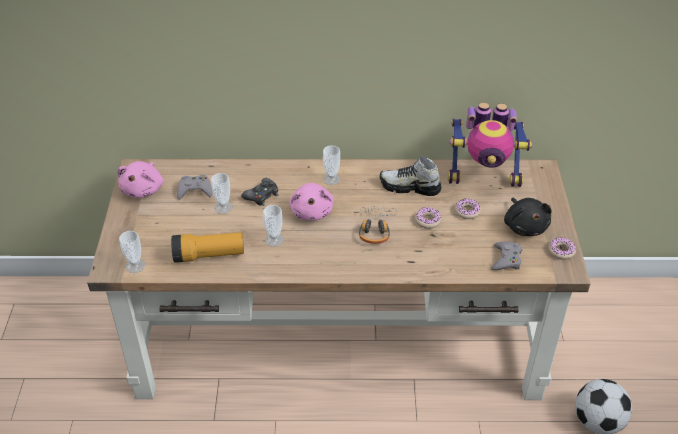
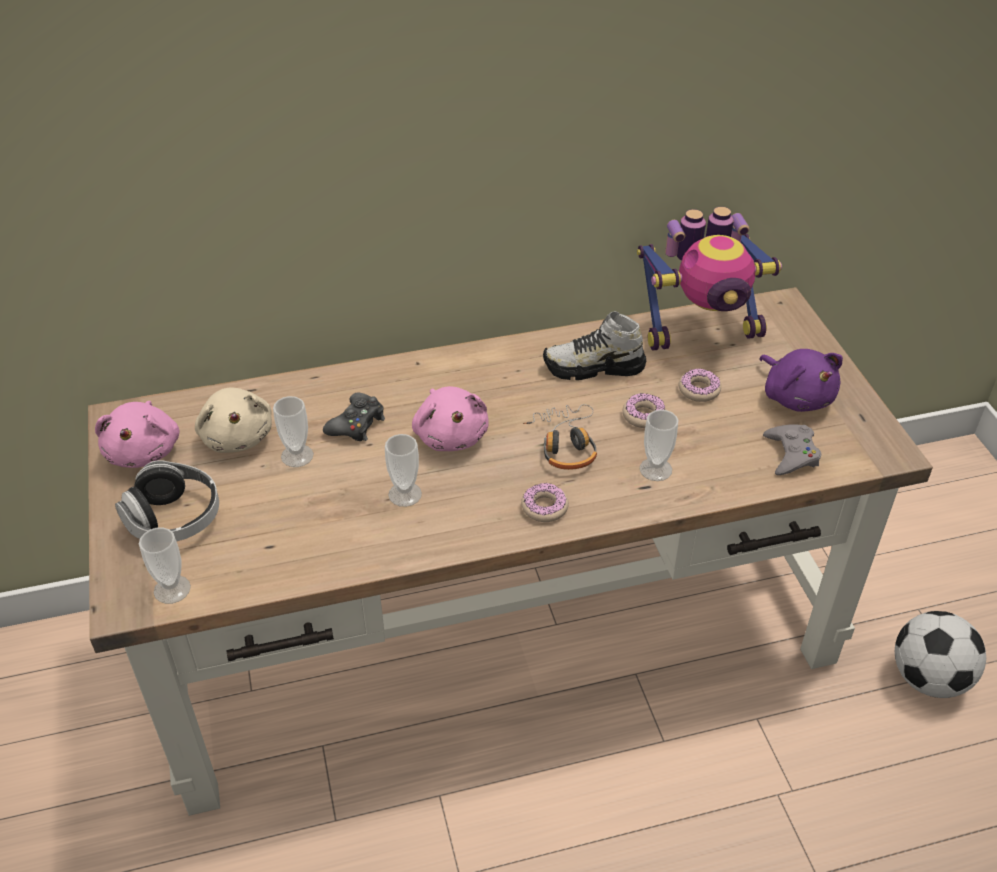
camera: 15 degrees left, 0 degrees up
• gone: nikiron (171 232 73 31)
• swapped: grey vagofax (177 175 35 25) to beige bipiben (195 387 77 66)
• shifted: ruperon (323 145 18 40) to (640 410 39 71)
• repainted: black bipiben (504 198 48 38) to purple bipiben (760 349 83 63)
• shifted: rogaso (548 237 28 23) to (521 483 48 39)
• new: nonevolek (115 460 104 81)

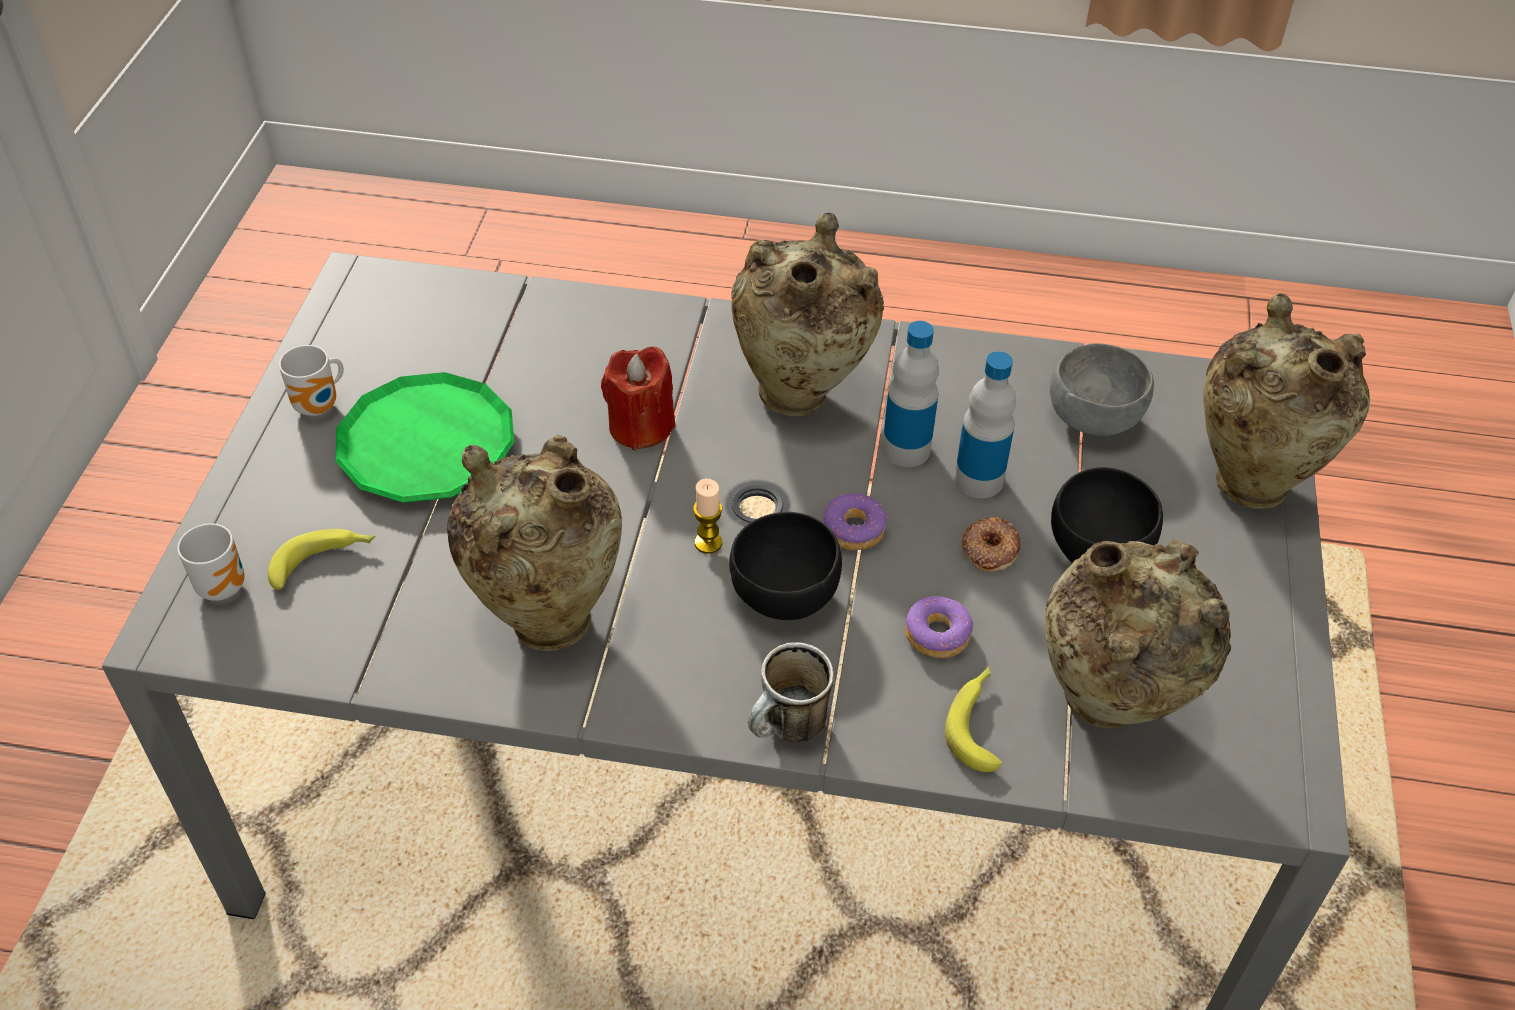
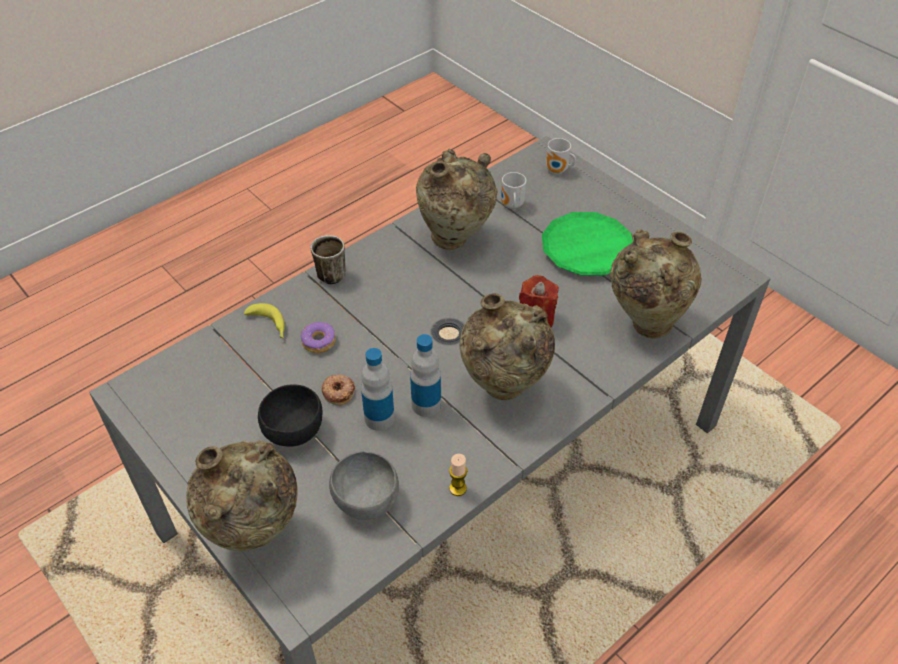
camera: 130 degrees right, 0 degrees up
• gone: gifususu (268 529 107 61)
• shifted: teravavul (279 345 65 71) to (501 172 25 37)
• shifted: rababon (693 479 29 75) to (449 454 18 42)
• gone: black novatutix (729 512 113 108)
• gone: rogaso (824 493 64 57)
• shifted: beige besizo (1045 539 186 189) to (610 229 92 110)

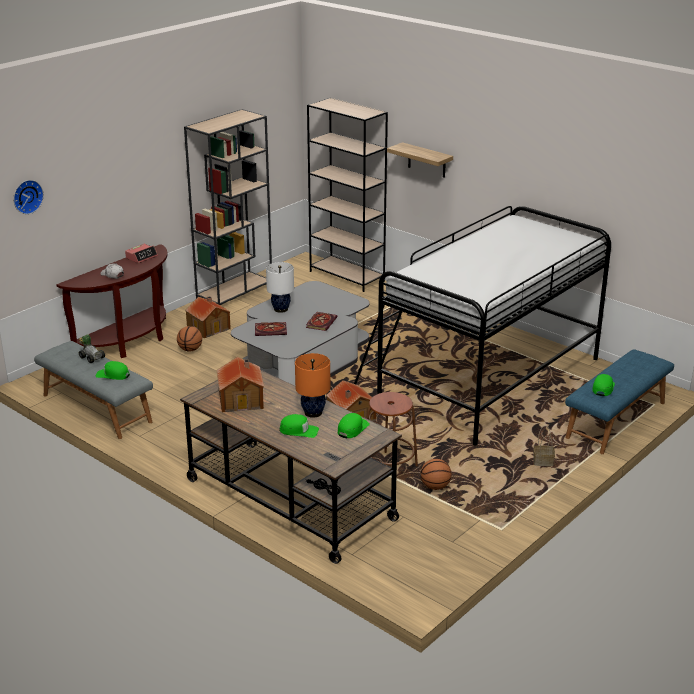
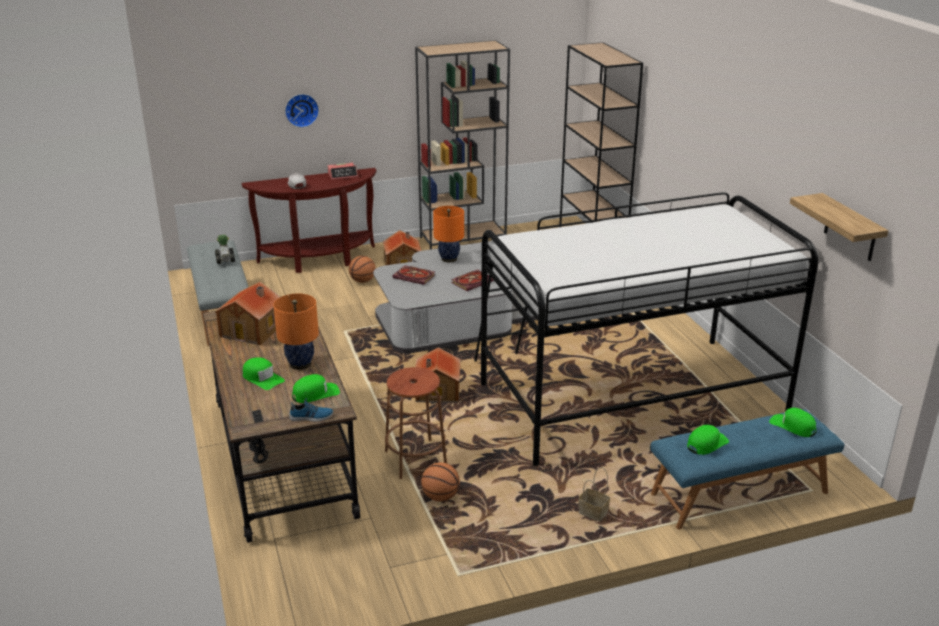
camera: 30 degrees right, 0 degrees up
• shifted: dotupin (13 180 31 34) to (285 94 34 33)
• shifted: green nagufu (96 361 34 19) to (769 408 47 29)
• repainted: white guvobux (266 262 28 51) to orange guvobux (433 206 31 56)
• shifted: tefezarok (387 142 66 36) to (790 193 98 68)
• new: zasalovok (289 398 44 24)

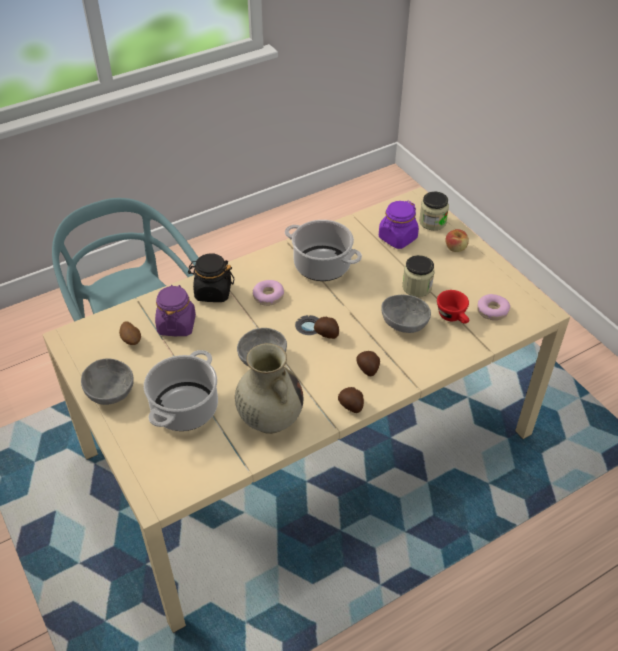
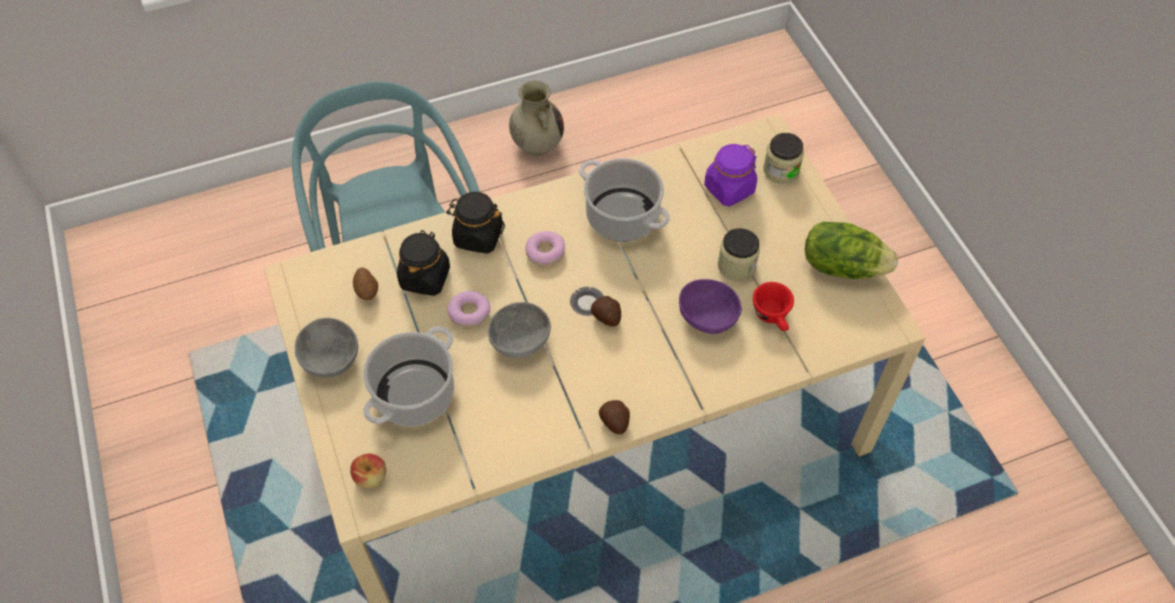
camera: 10 degrees right, 10 degrees up
• repainted: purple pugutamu (155 285 41 51) to black pugutamu (397 230 53 66)
• shifted: beige besizo (235 343 68 91) to (509 80 55 76)
• gone: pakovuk (356 351 24 25)
• repainted: grey novatutix (381 295 50 38) to purple novatutix (679 279 63 55)
• shifted: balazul (446 229 23 23) to (350 453 36 36)
• shifted: rogaso (477 294 33 26) to (447 291 43 37)
• new: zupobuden (805 221 93 58)

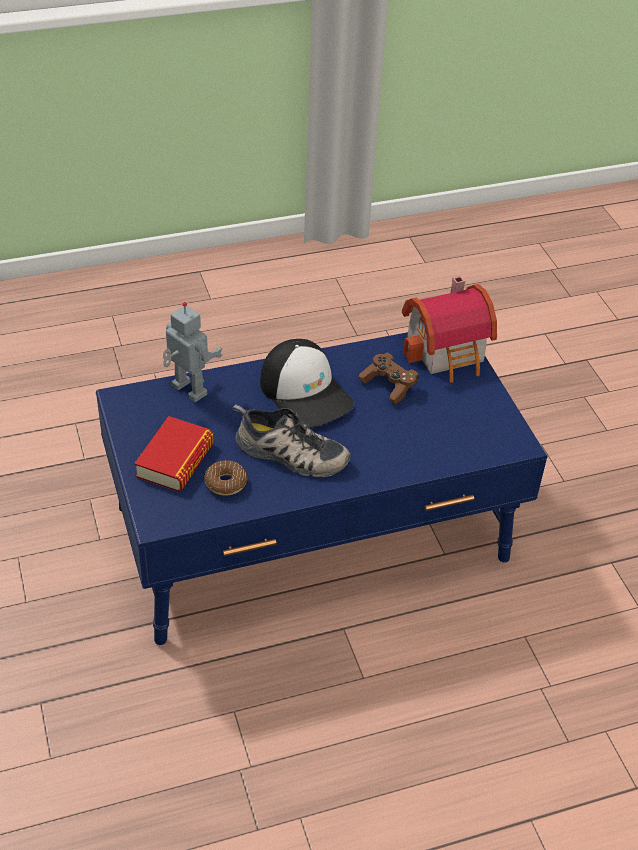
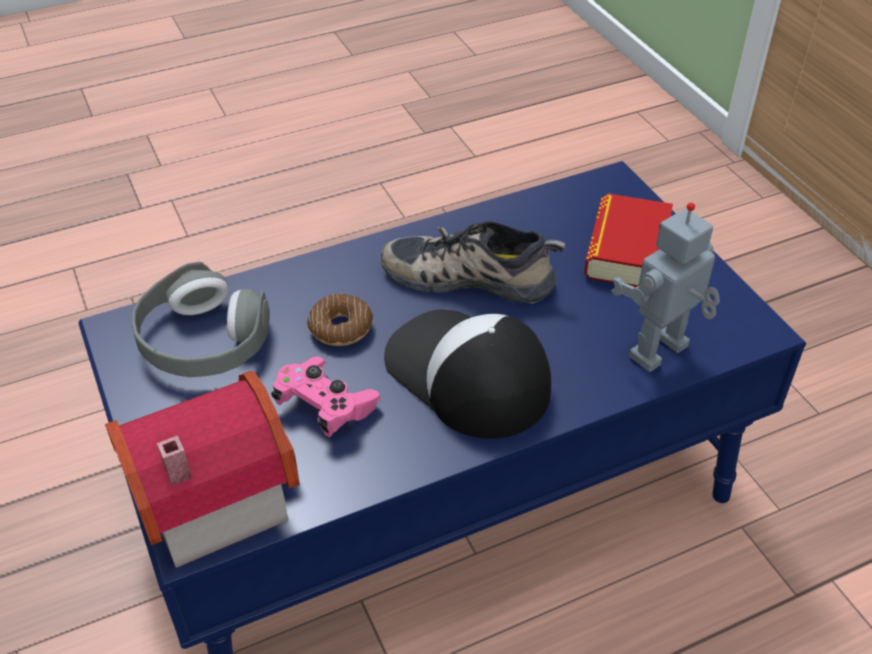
camera: 175 degrees right, 0 degrees up
• rotated: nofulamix (163 302 59 100) = (611 203 108 169) 105 degrees clockwise
• shifted: rogaso (204 460 44 36) to (307 294 66 52)
• repainted: brown vagofax (358 353 61 51) to pink vagofax (271 356 110 81)
• new: grey nonevolek (132 262 138 115)

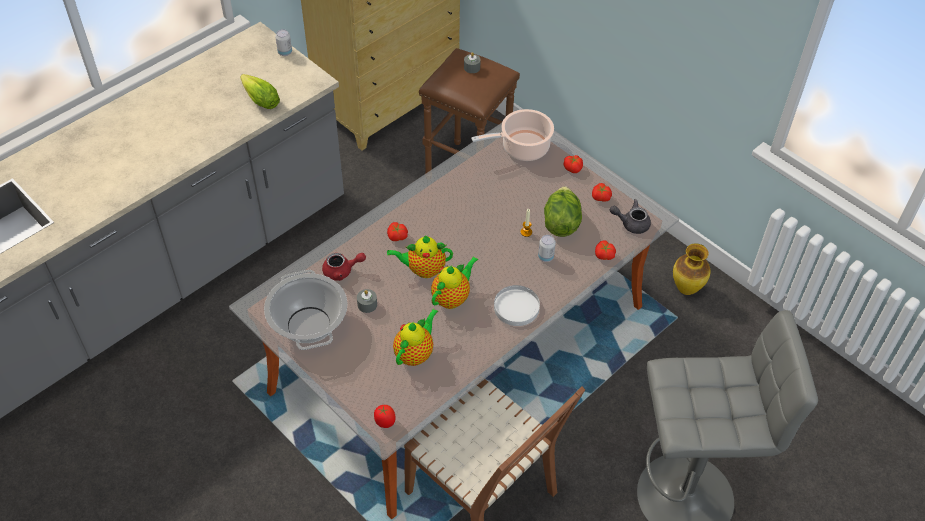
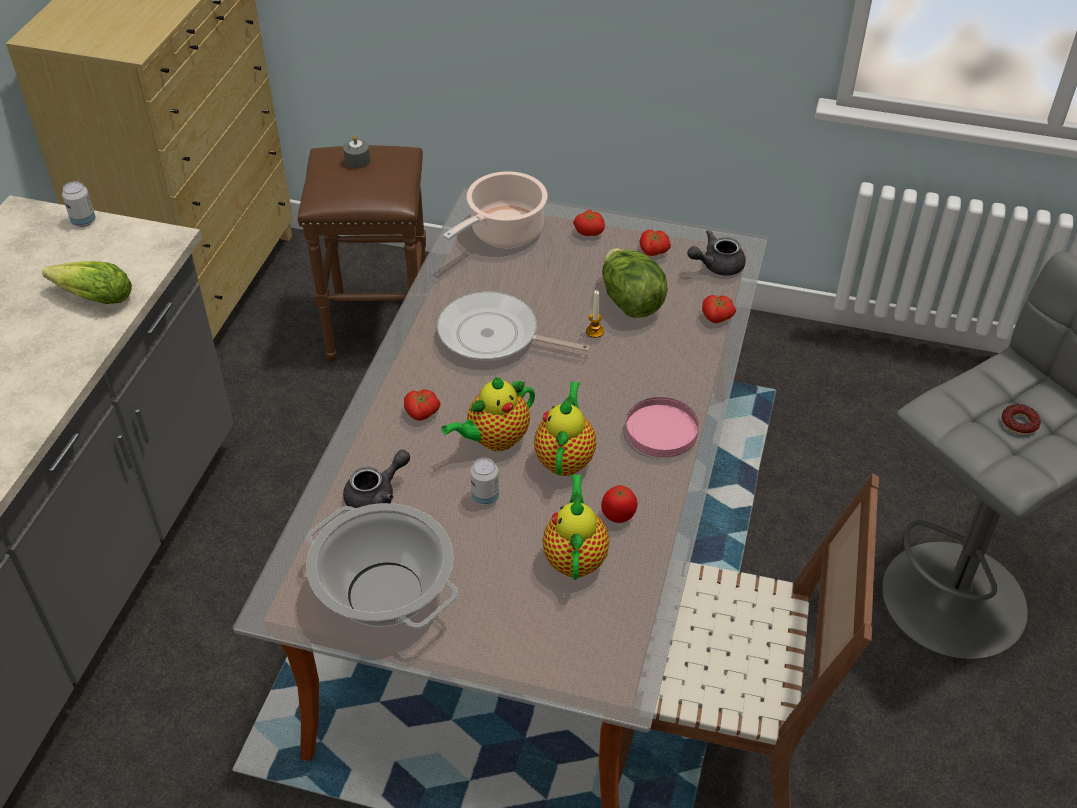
camera: 30 degrees left, 5 degrees down
• repainted: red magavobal (322 253 44 28) to grey magavobal (343 450 67 58)
• gone: grey rababon (357 289 20 24)
• shifted: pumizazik (374 405 22 23) to (601 485 37 38)
• repainted: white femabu (494 285 46 41) to pink femabu (626 397 73 61)
• shifted: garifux (538 235 18 27) to (470 458 29 47)
• gone: besizo (673 243 38 52)
• new: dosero (437 291 153 70)
• new: rogaso (1002 404 39 31)

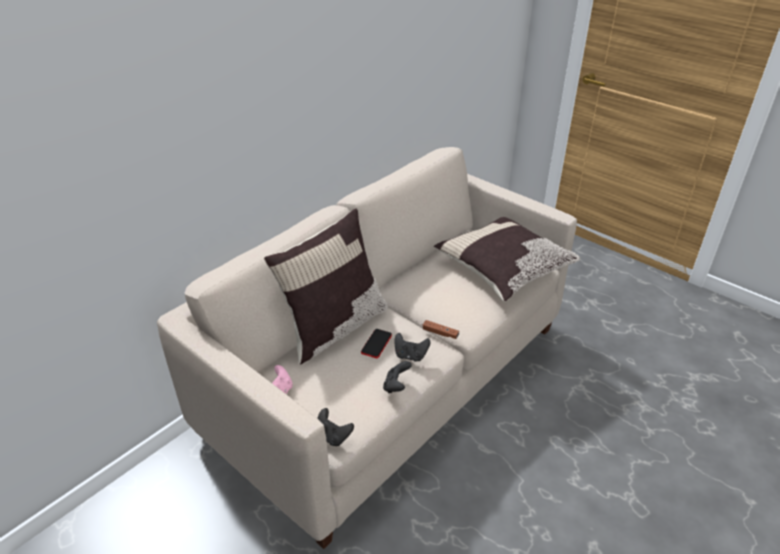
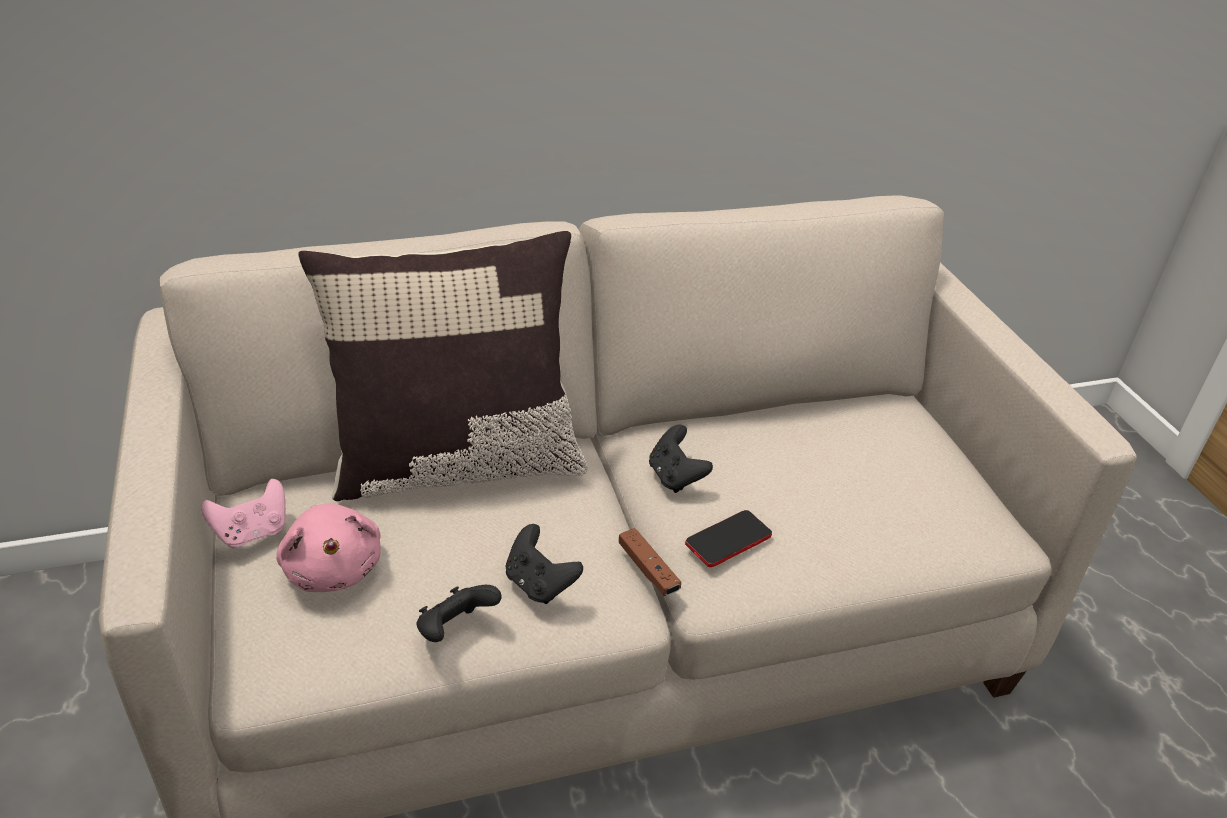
camera: 30 degrees right, 0 degrees up
• shifted: black vagofax (317 408 37 38) to (649 425 64 68)
• shifted: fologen (361 329 31 29) to (685 510 87 57)
• gone: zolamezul (434 217 146 85)
• new: pink bipiben (276 504 104 88)

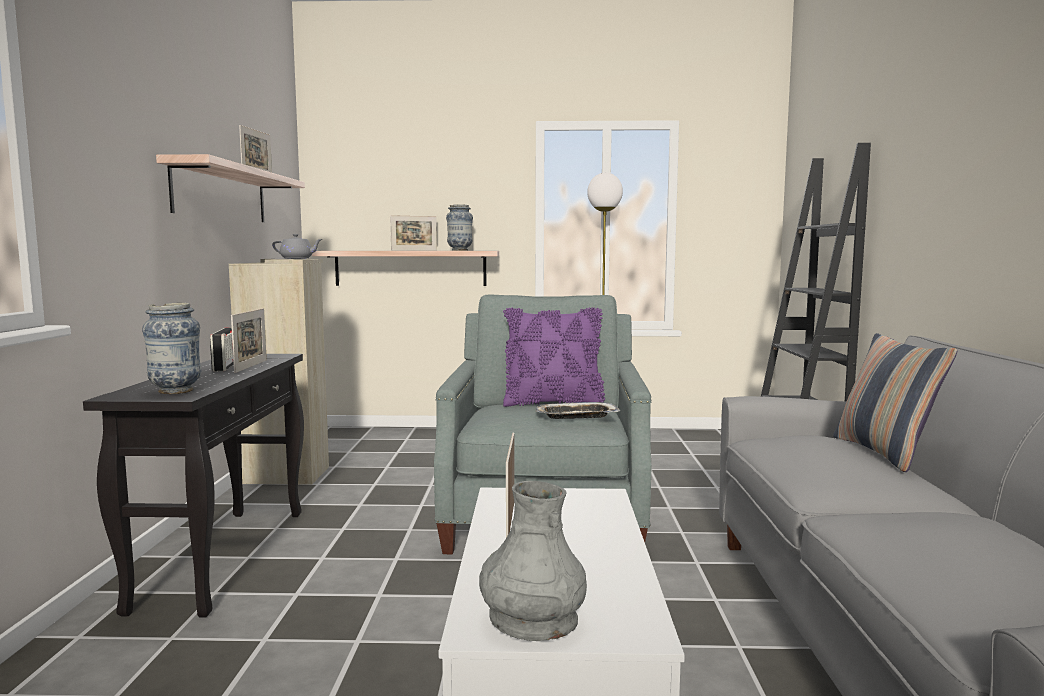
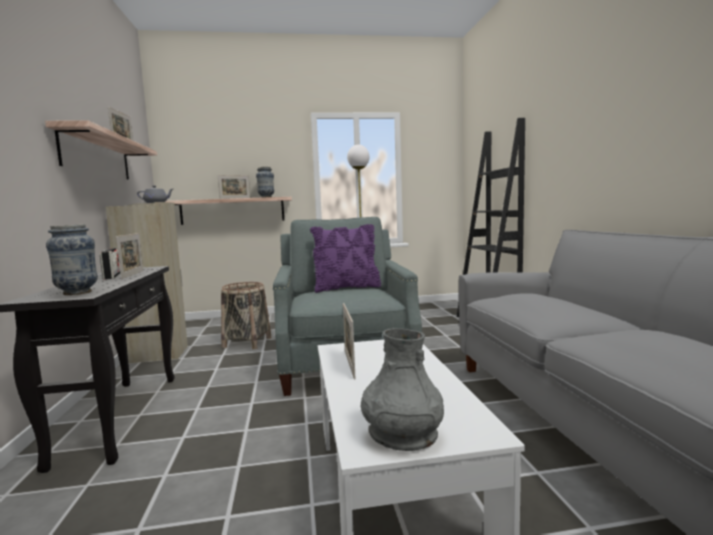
camera: 10 degrees left, 0 degrees up
• gone: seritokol (536 402 84 17)
• gone: zolamezul (833 333 124 139)
• new: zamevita (221 282 50 67)

